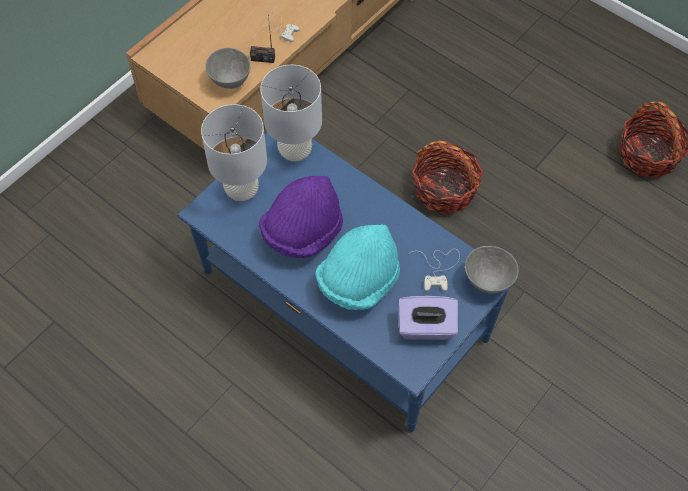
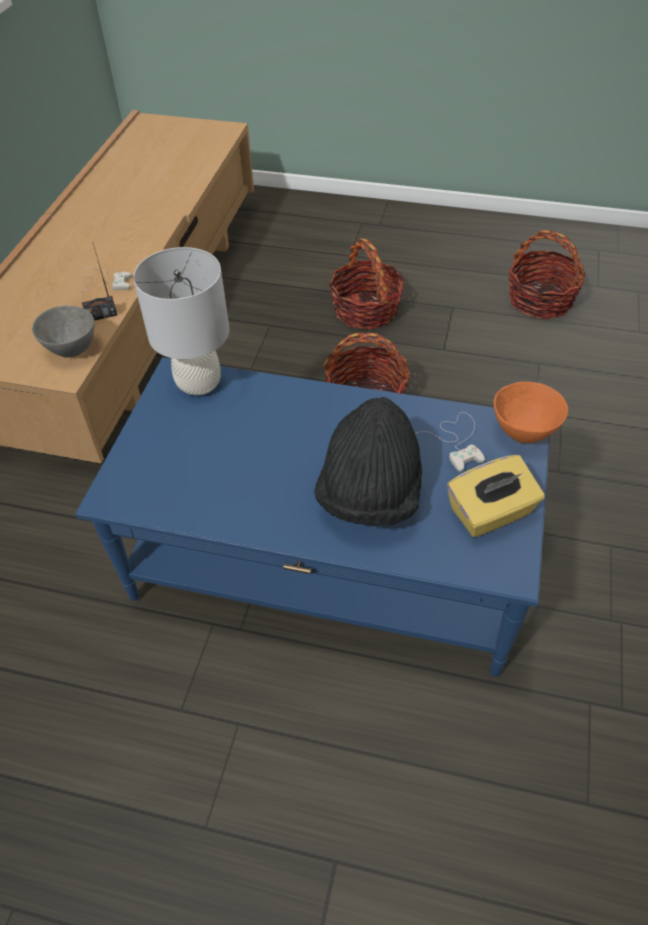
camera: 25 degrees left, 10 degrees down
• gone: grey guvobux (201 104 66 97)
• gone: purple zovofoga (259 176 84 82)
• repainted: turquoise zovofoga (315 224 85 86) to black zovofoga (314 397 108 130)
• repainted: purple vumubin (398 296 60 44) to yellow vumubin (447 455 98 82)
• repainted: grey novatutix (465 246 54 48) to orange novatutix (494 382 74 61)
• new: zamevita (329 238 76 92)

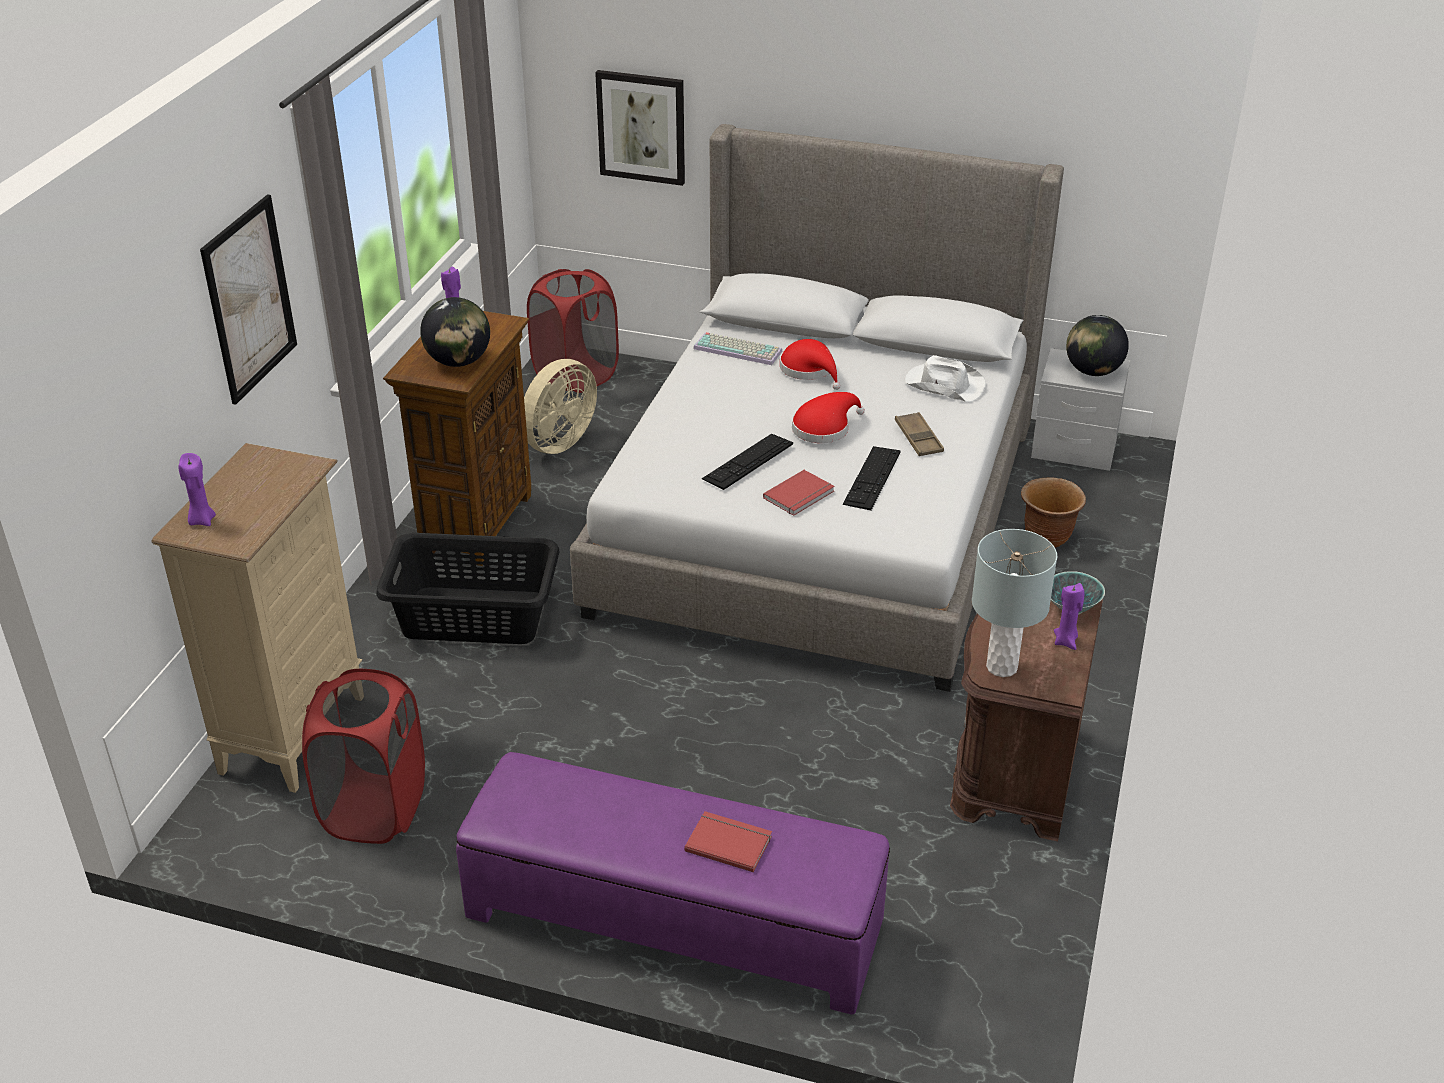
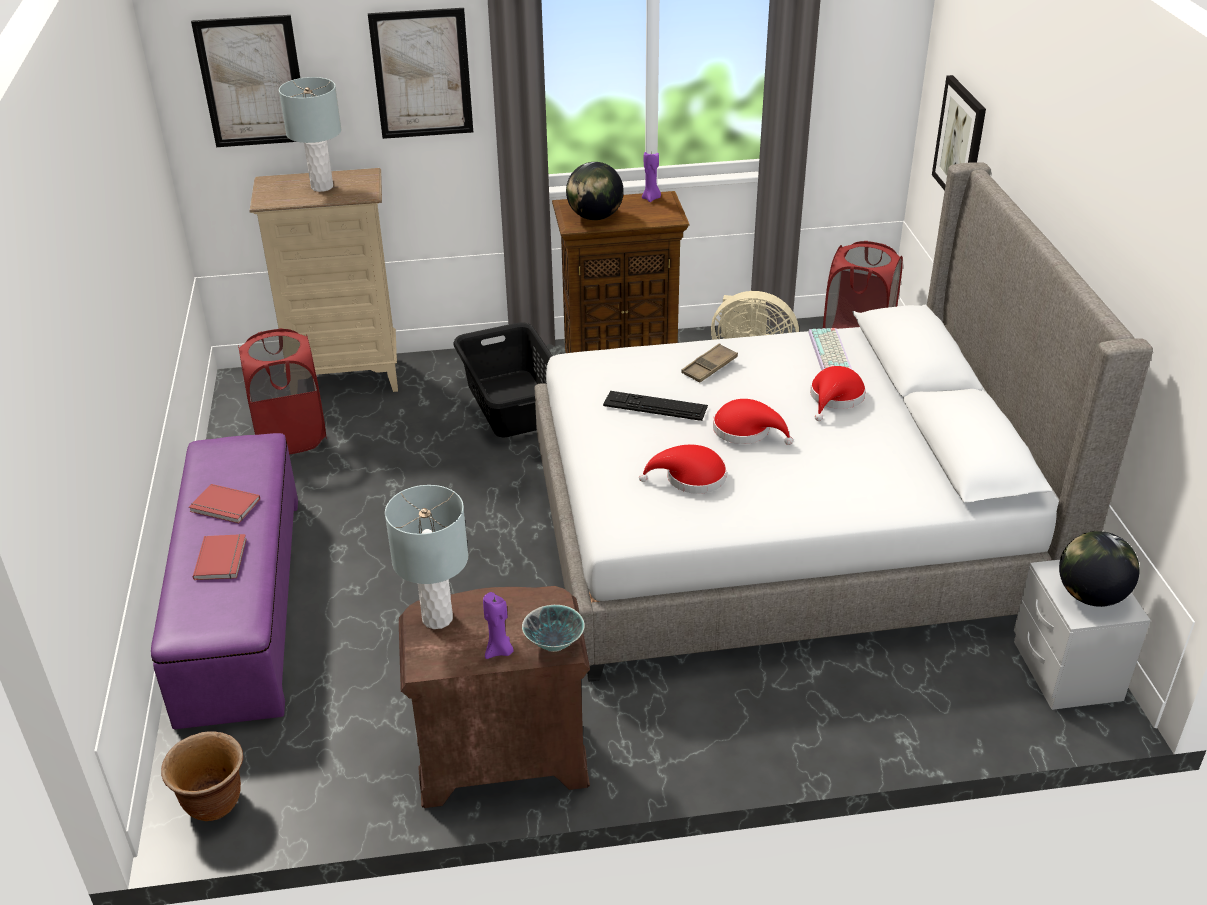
camera: 65 degrees right, 0 degrees up
• gone: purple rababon (178 453 38 73)
• shifted: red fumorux (763 470 72 46) to (189 484 71 39)
• swapped: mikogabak (843 446 58 65) to red zovofoga (639 445 88 49)
• shifted: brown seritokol (895 412 49 44) to (681 343 57 40)
• gone: white zovofoga (905 355 81 47)
• shifted: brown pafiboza (1021 477 65 71) to (161 731 82 90)
• new: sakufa (191 15 109 132)
• new: grey guvobux (279 77 62 115)

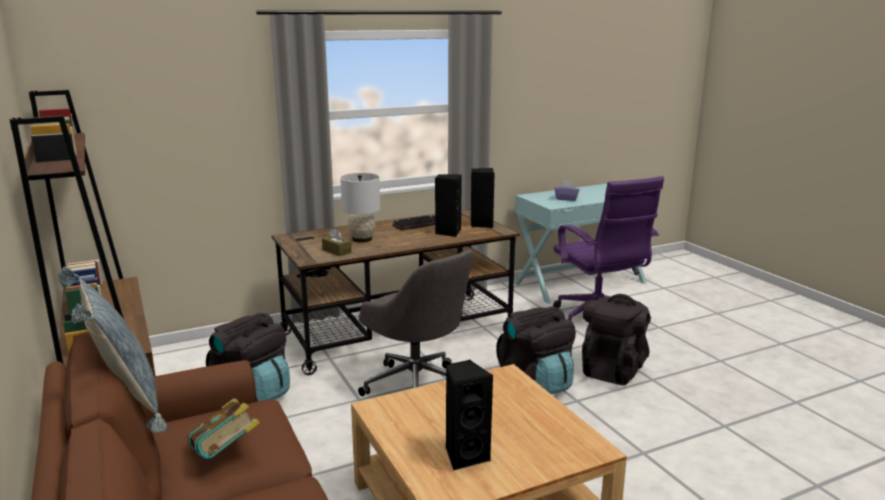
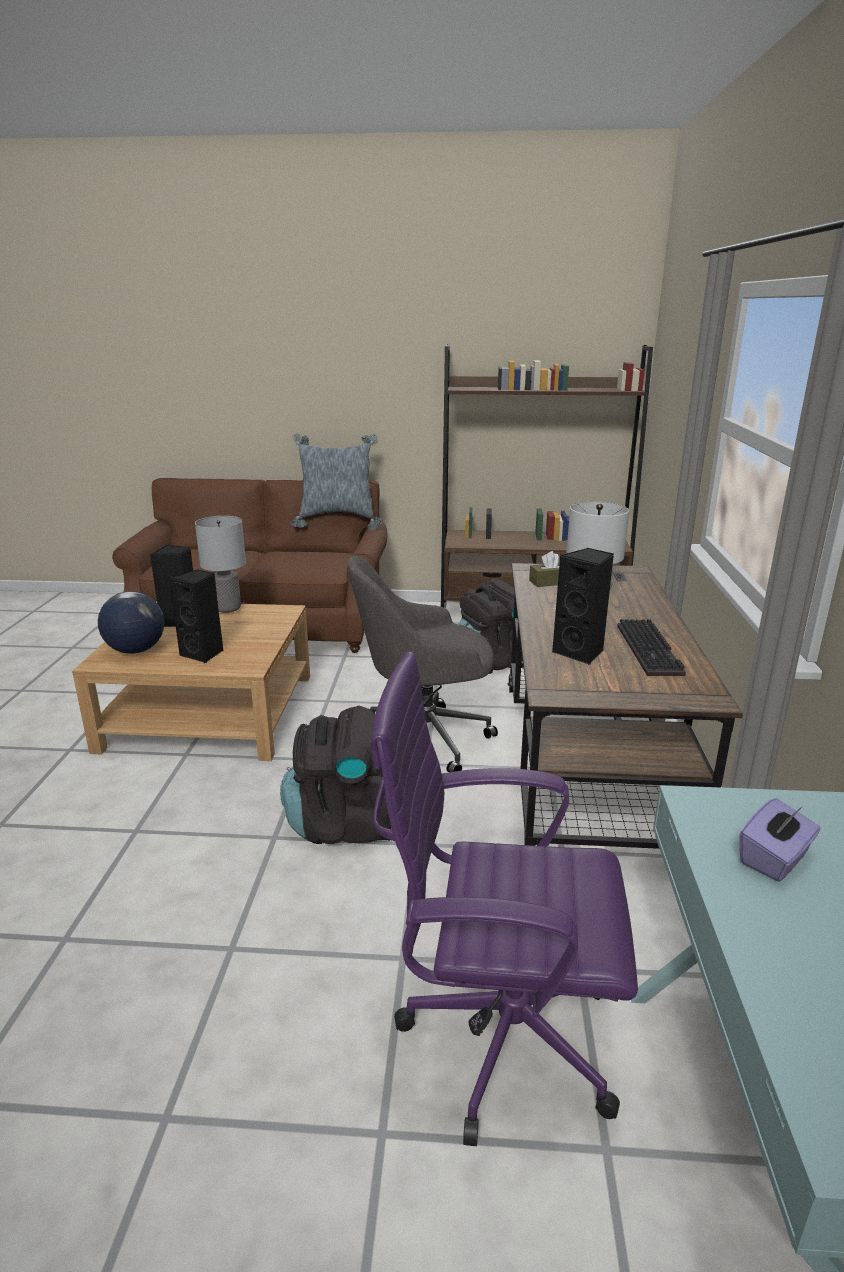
camera: 120 degrees right, 5 degrees up
• gone: fumorux (188 398 72 61)
• shifted: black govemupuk (471 168 23 60) to (169 569 55 94)
• gone: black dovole (582 294 69 91)
• new: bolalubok (98 591 66 63)
• new: grey guvobux (195 516 51 97)

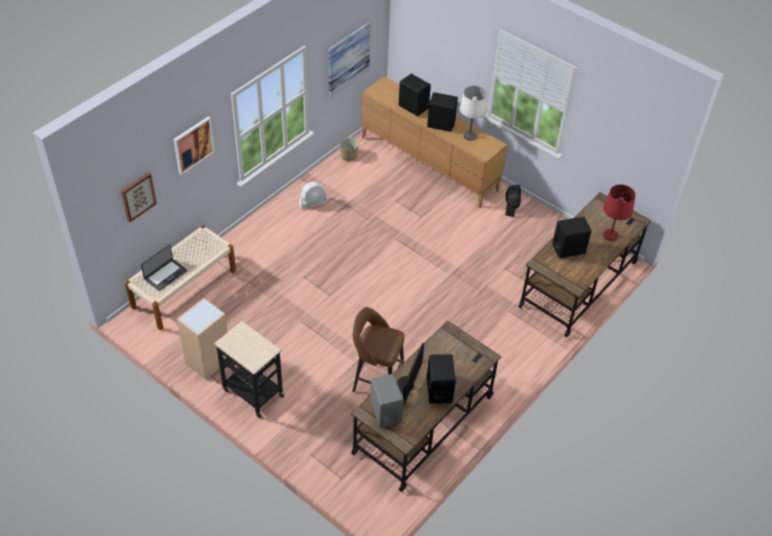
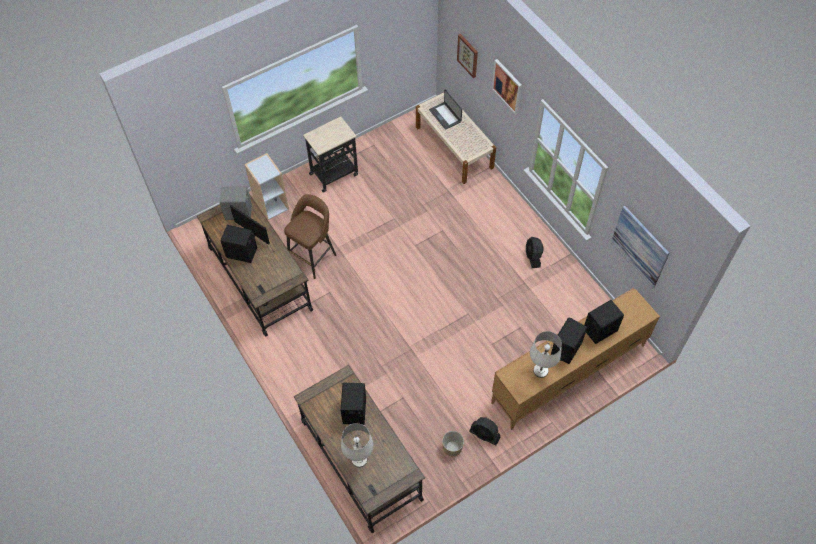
camera: 110 degrees right, 10 degrees up
• shifted: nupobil (177 298 51 82) to (244 153 45 67)
• repainted: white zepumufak (299 181 28 29) to black zepumufak (526 237 17 31)
• shifted: pafiboza (340 138 19 23) to (442 431 22 26)
• repainted: red guvobux (603 184 33 57) to white guvobux (341 423 33 45)

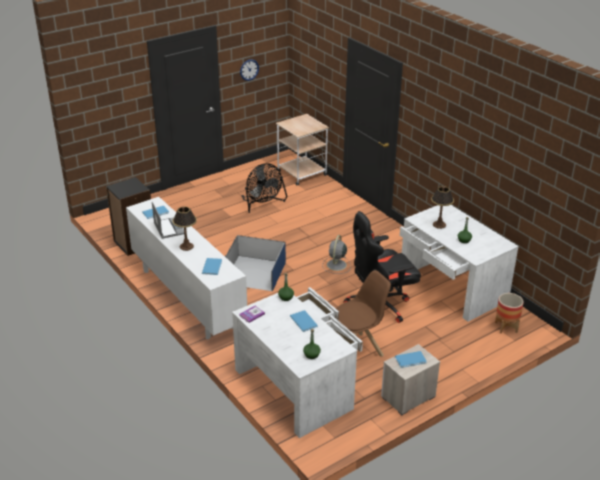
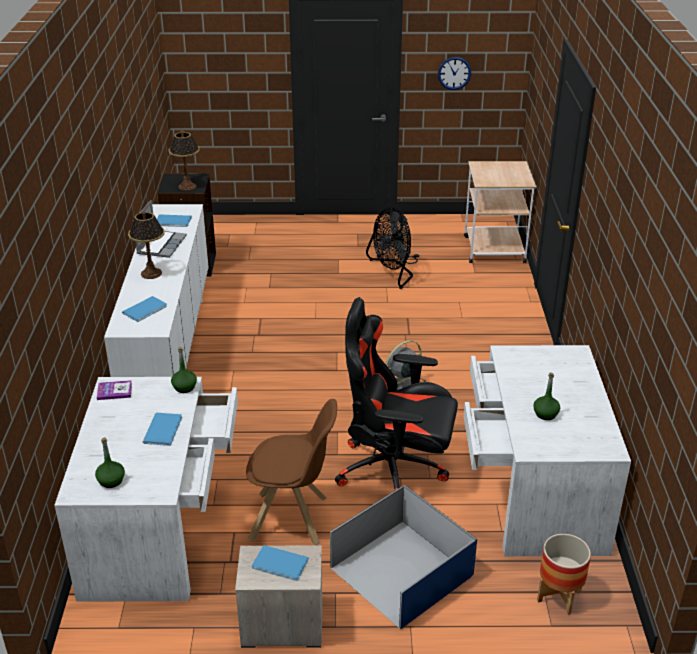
camera: 35 degrees right, 0 degrees up
• shifted: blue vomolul (225 235 61 56) to (330 485 147 144)
• rotated: black zepumufak (241 163 46 50) = (366 208 54 81) 60 degrees clockwise
• shifted: guvobux (431 186 23 43) to (169 130 31 61)

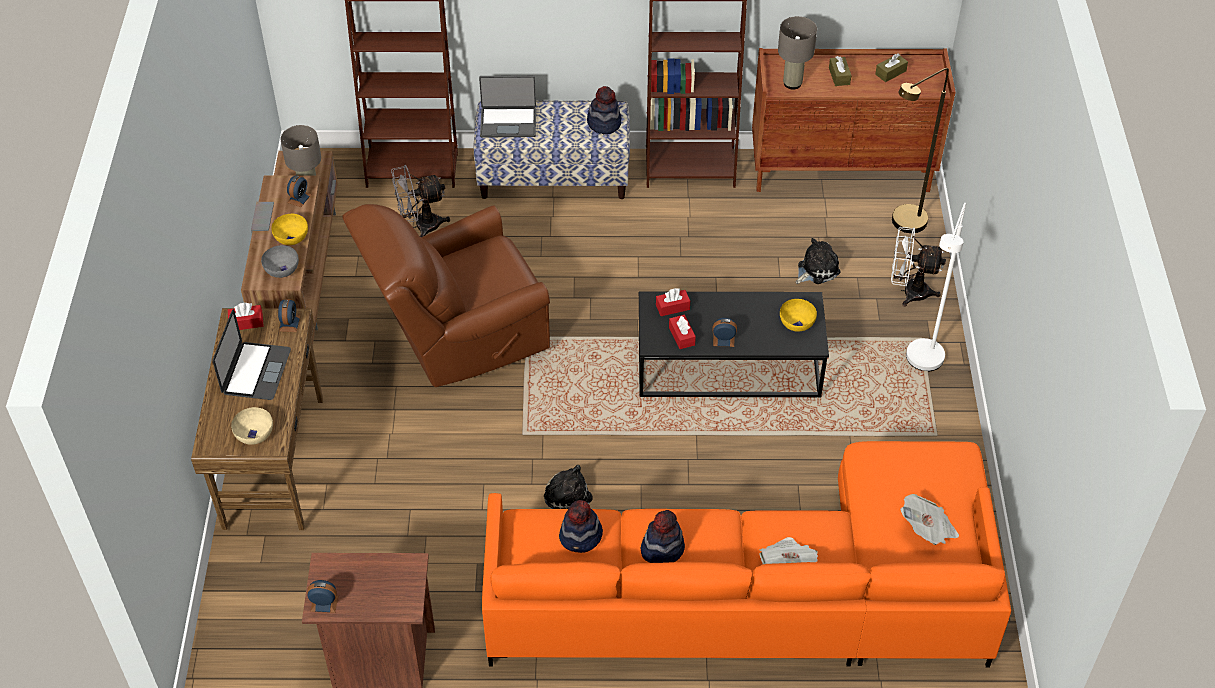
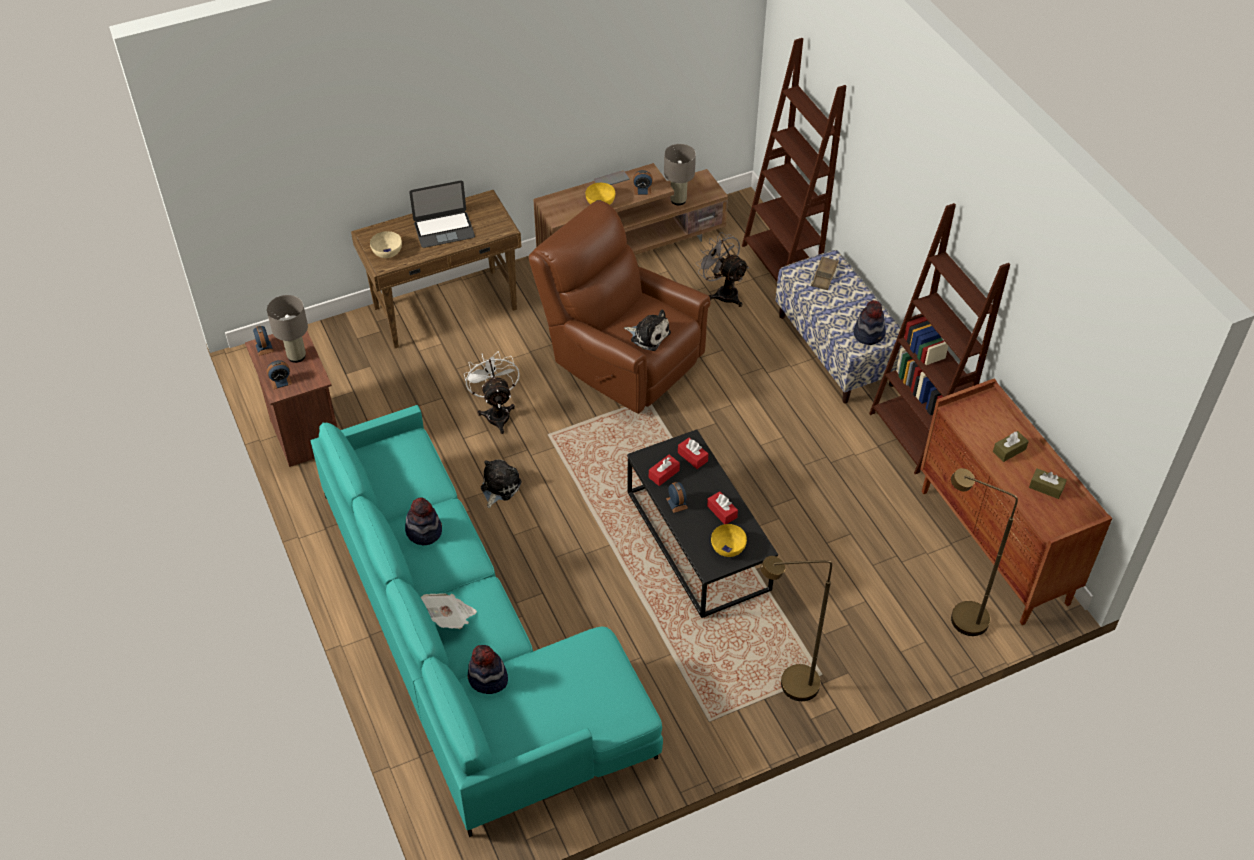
camera: 65 degrees right, 0 degrees up
• shifted: red vumubin (228 303 36 27) to (707 491 31 33)
• gone: grey novatutix (261 245 38 33)
• shifted: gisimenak (278 299 22 33) to (267 360 25 29)
• swapped: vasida (479 75 57 63) to brown seritokol (811 256 28 34)
• repainted: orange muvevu (482 441 529 226) to turquoise muvevu (311 405 352 432)
• shifted: zovofoga (559 500 44 53) to (468 645 40 49)
• shifted: grey guvobux (778 16 39 73) to (267 295 41 68)
• shifted: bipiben (796 238 45 46) to (624 309 47 42)
• shifted: white zepumufak (891 227 55 80) to (464 351 56 83)
• gone: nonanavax (900 494 59 51)
• repainted: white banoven (906 203 60 169) to brown banoven (761 556 71 145)

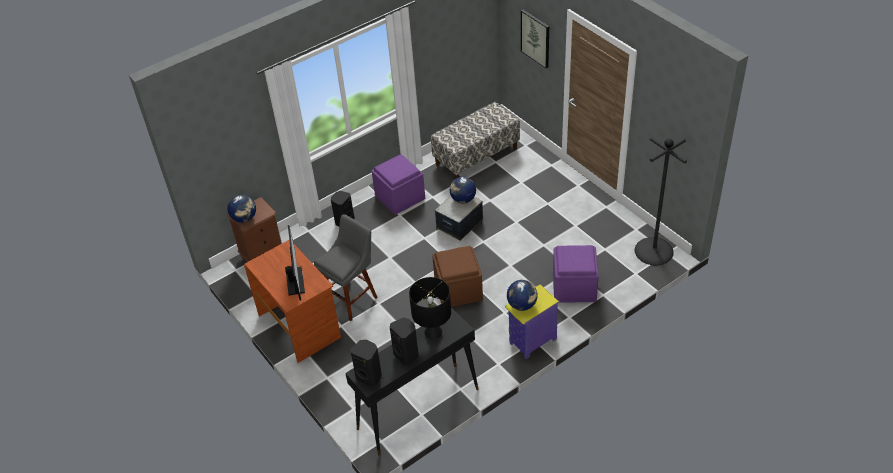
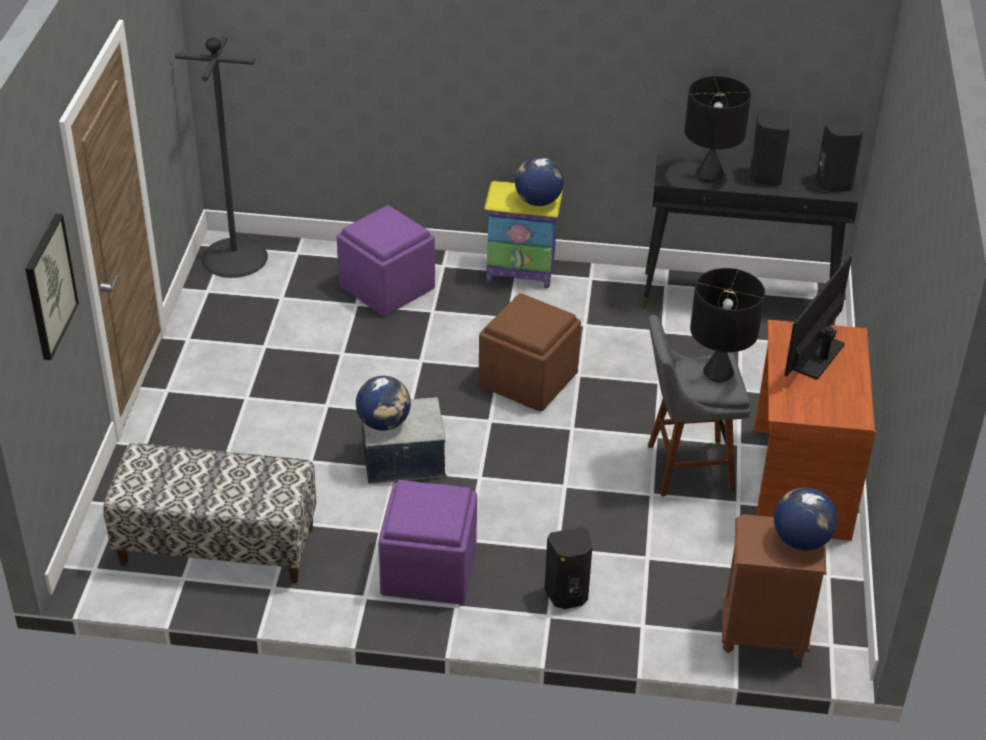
camera: 140 degrees left, 5 degrees down
• new: black guvobux (690 268 75 115)

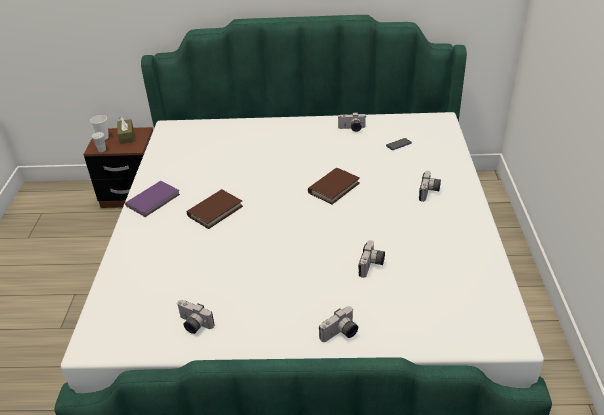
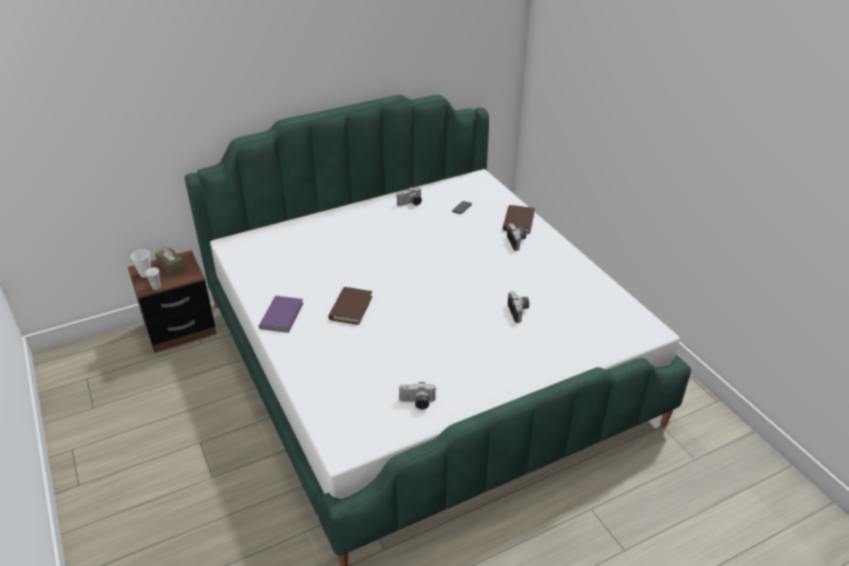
camera: 30 degrees left, 0 degrees up
• shifted: brown fumorux (308 168 52 36) to (503 205 32 29)
• gone: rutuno (319 306 39 36)

